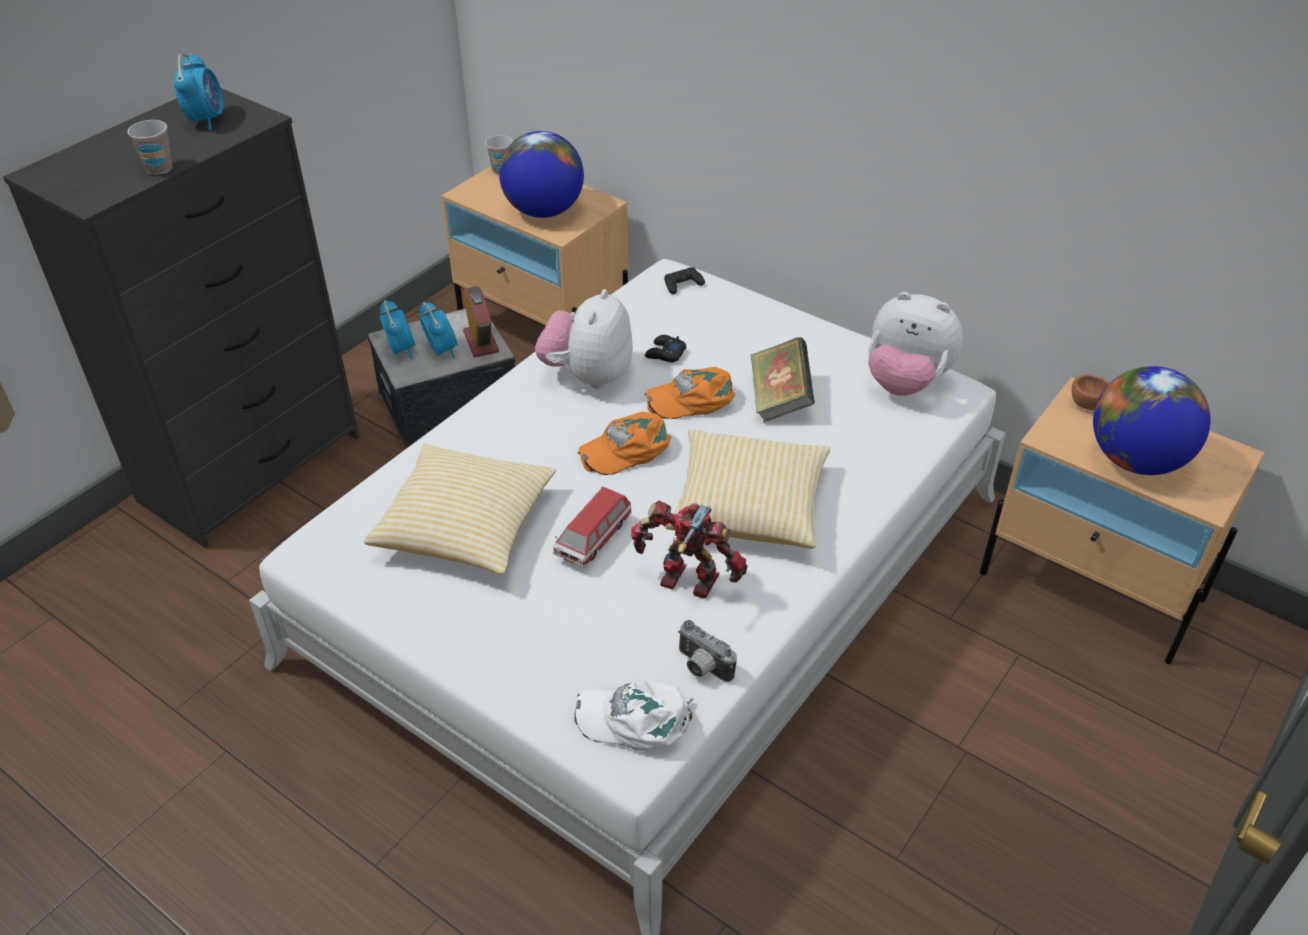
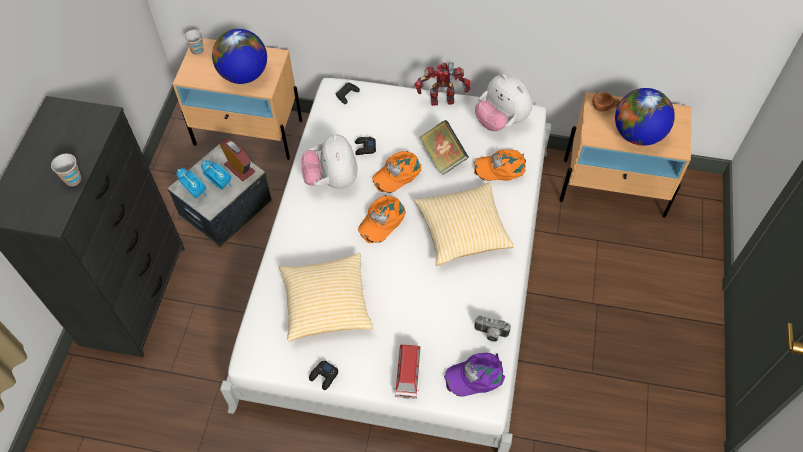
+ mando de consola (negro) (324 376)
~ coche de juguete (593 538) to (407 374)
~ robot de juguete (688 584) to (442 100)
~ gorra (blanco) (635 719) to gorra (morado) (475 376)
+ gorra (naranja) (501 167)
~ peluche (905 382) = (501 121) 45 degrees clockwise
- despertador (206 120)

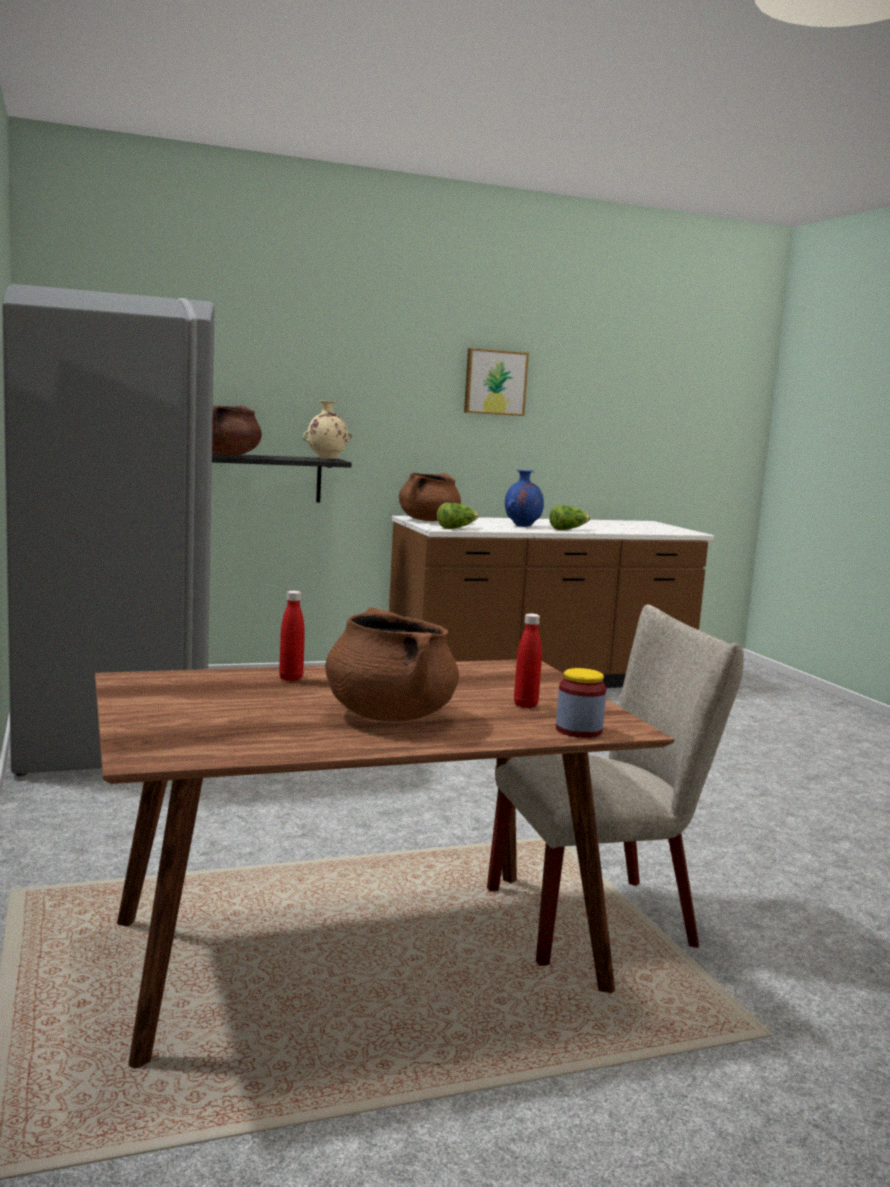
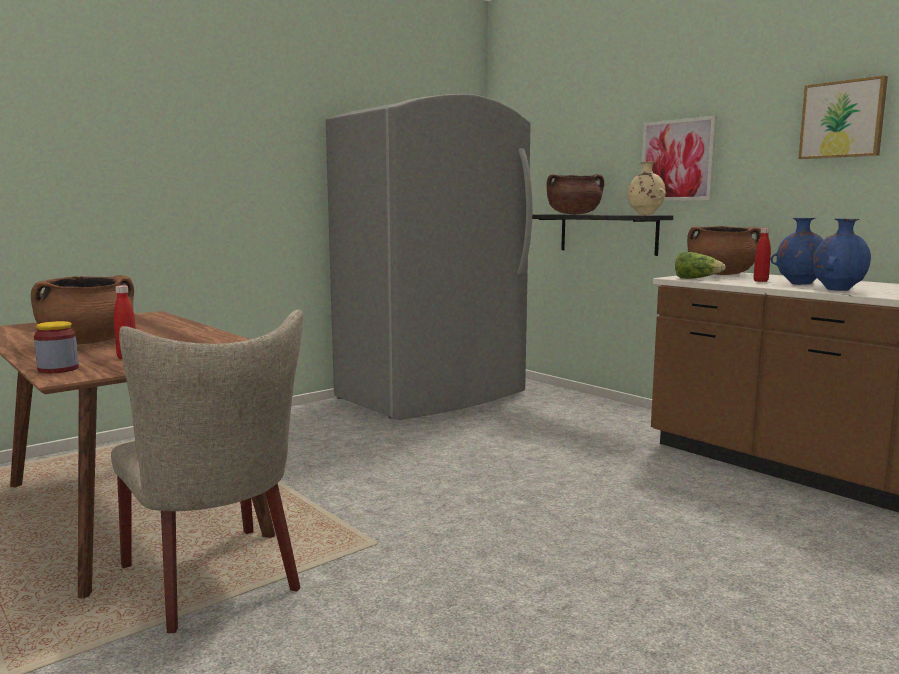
+ cuadro (677 160)
~ botella (rojo) (291 678) to (760 281)
~ lechuga (568 529) to florero (azul) (838 290)

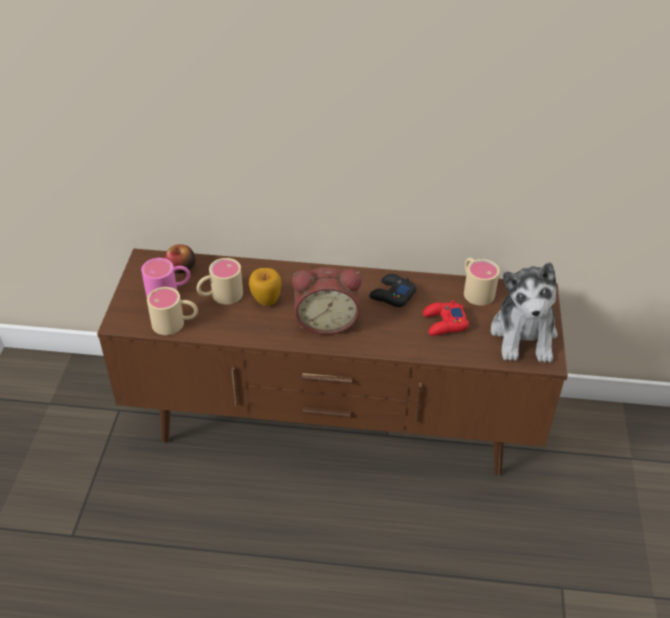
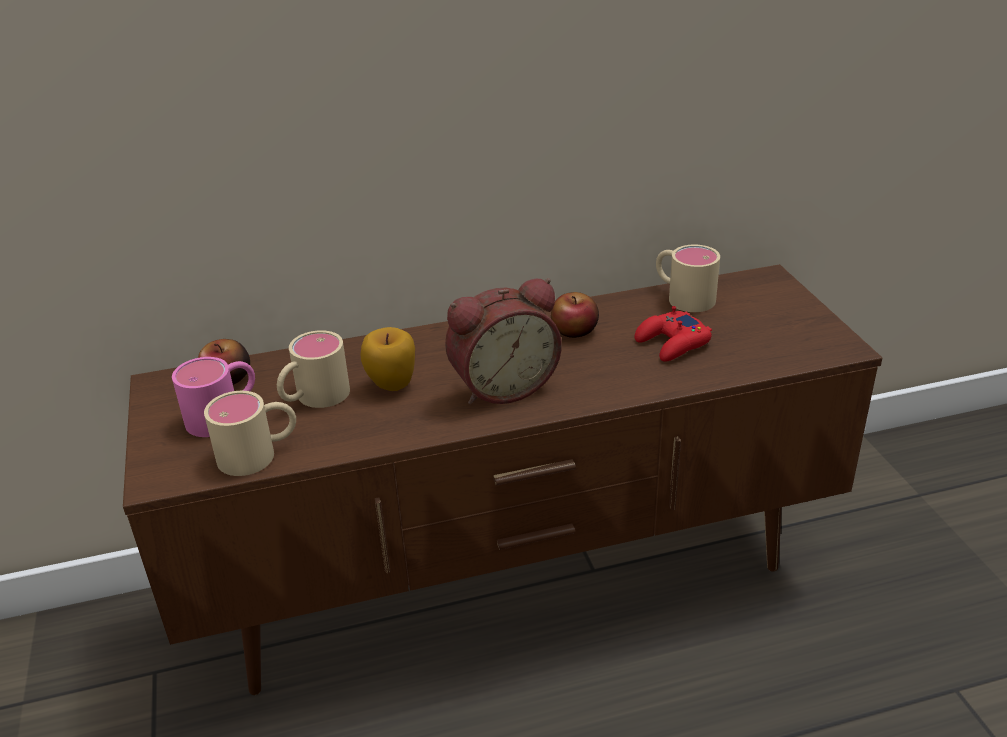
~ mando de consola (negro) (392 295) to manzana (574 331)
- peluche (524 335)

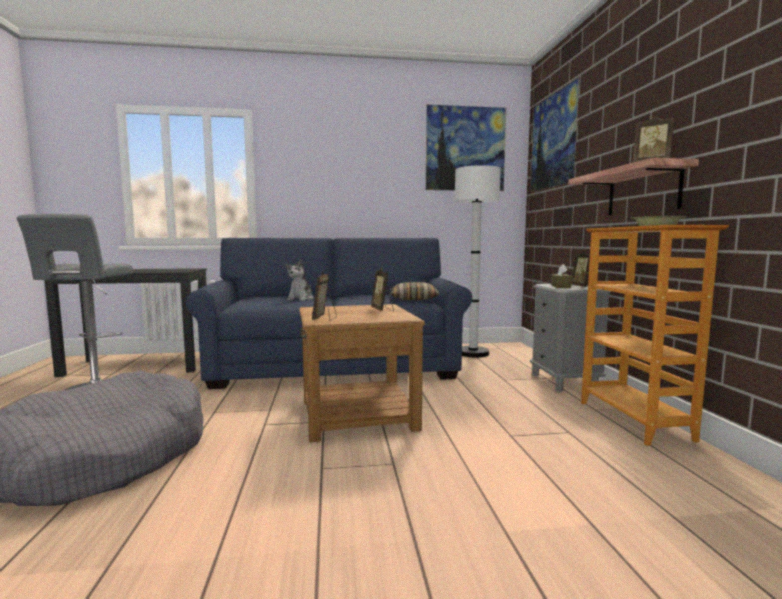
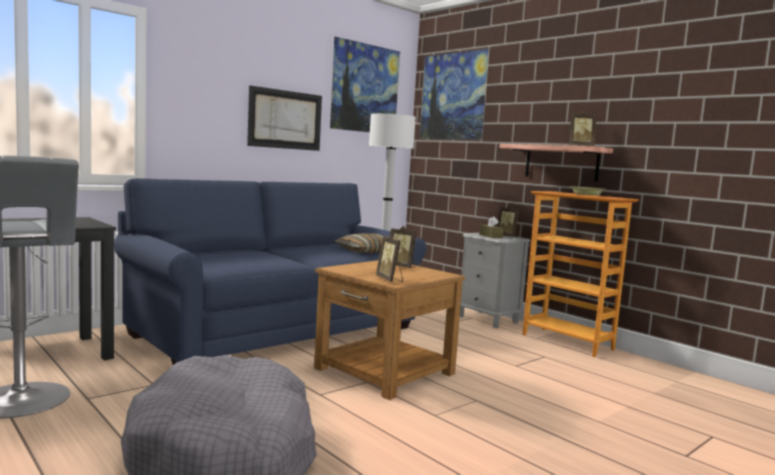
+ cuadro (285 119)
- peluche (300 299)

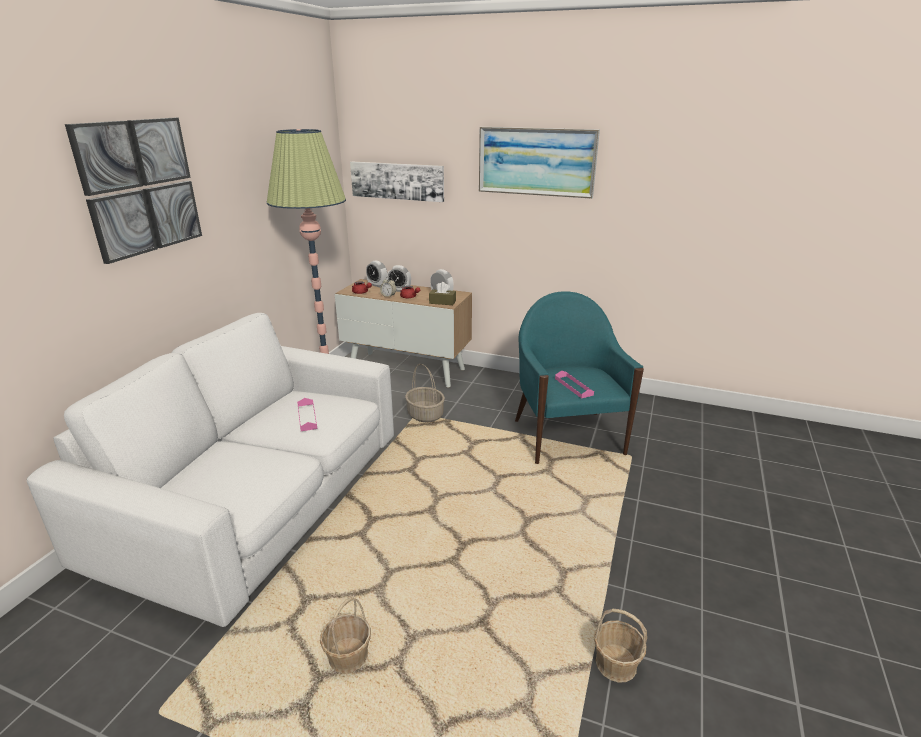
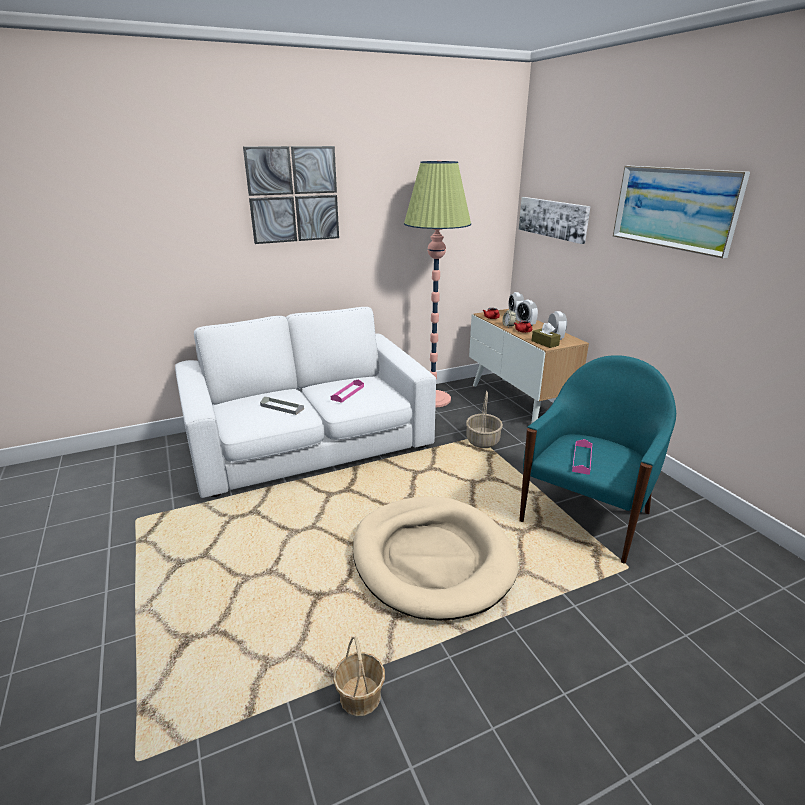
+ bandeja (gris) (282 407)
+ cama para perro (beis) (432 559)
- cesta (347 656)

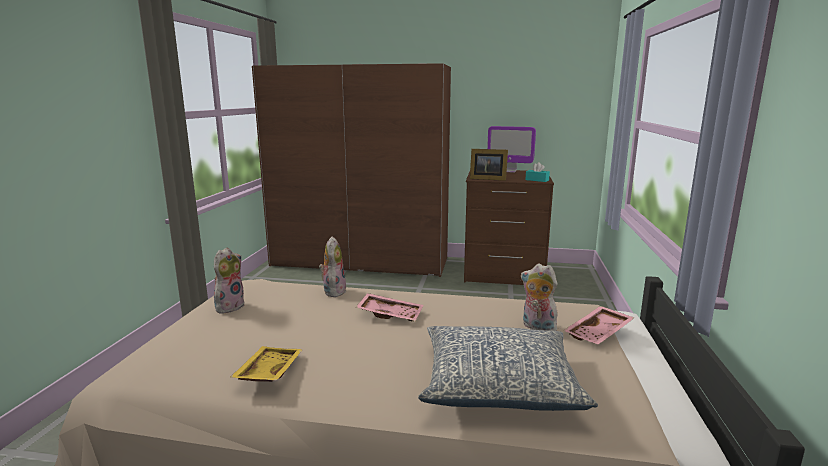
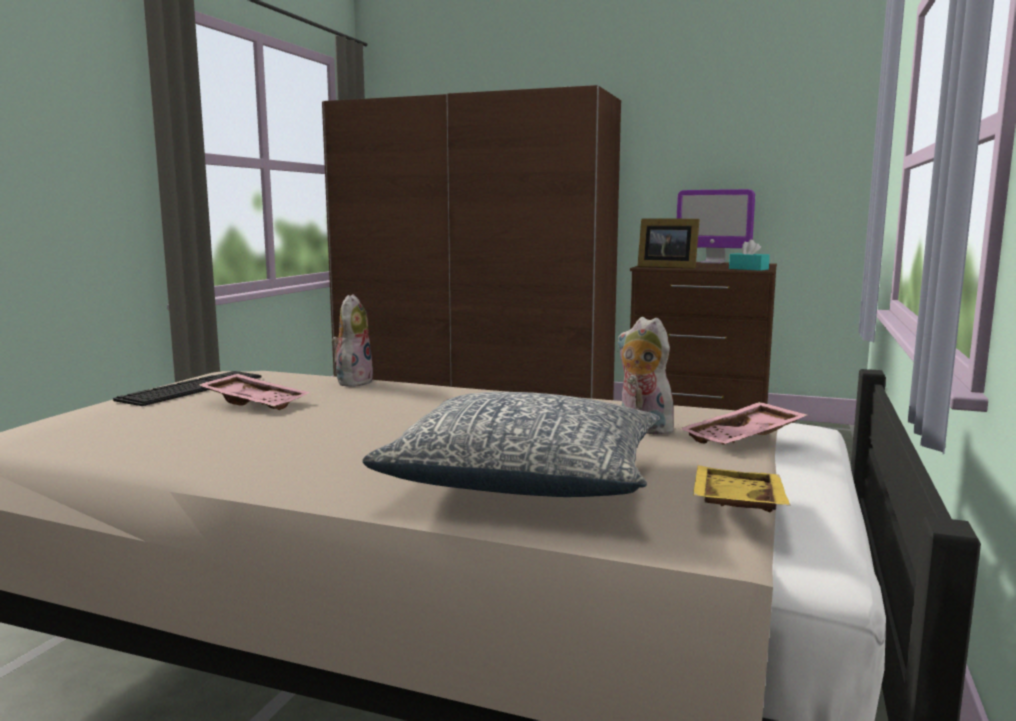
~ peluche (229 306) to teclado (192 388)
~ bandeja (rosa) (390 314) to (256 402)
~ bandeja (amarillo) (268 372) to (734 505)

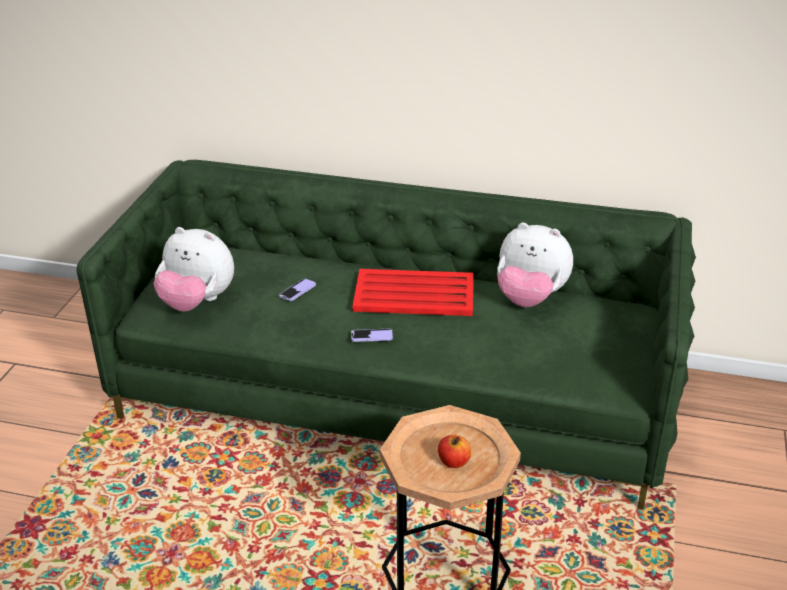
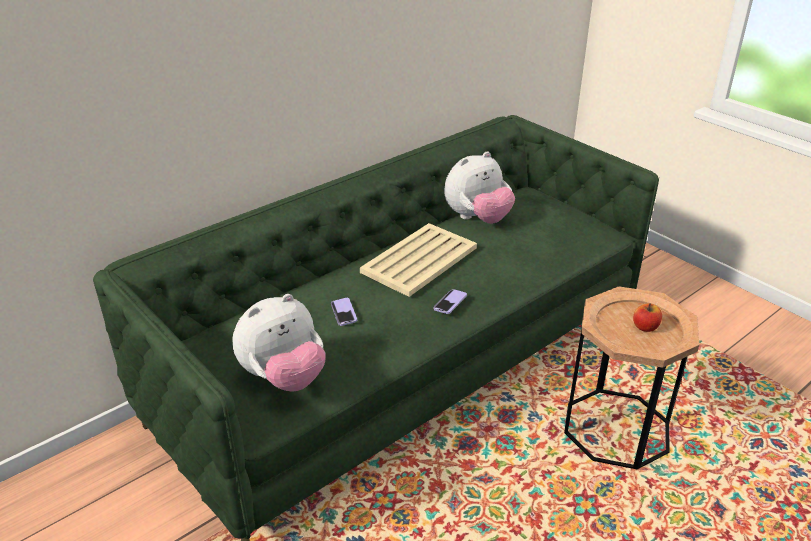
~ bandeja (rojo) (415 294) to bandeja (beis) (420 259)

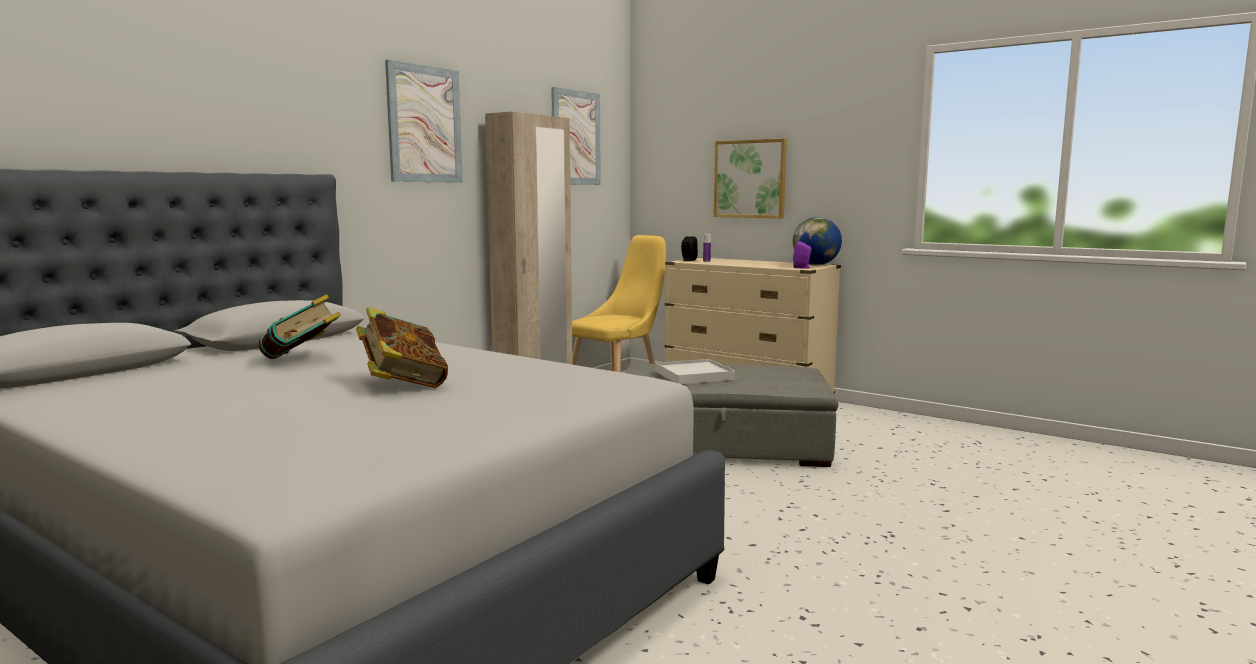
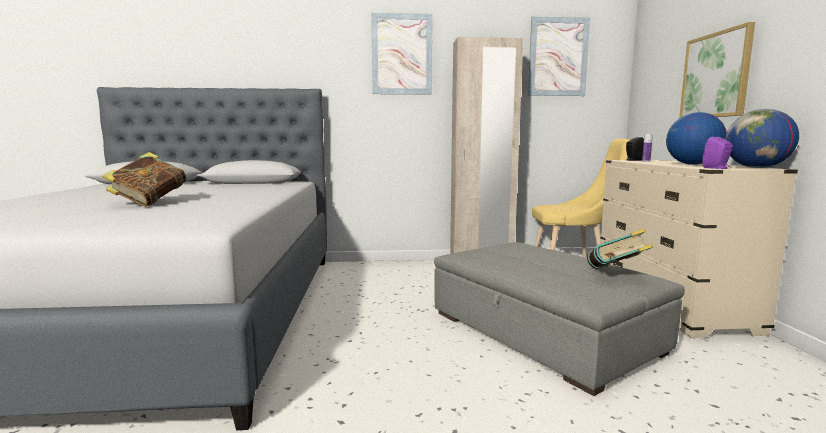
~ libro (301 360) to (616 274)
+ globo terráqueo (692 164)
- bandeja (blanco) (694 375)

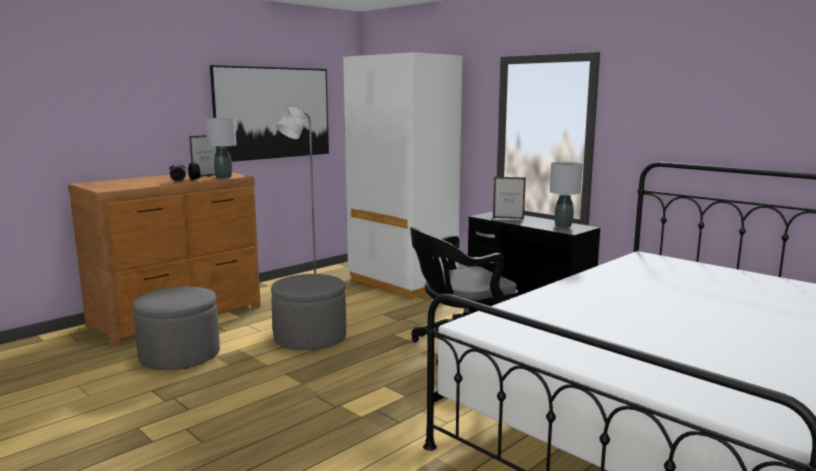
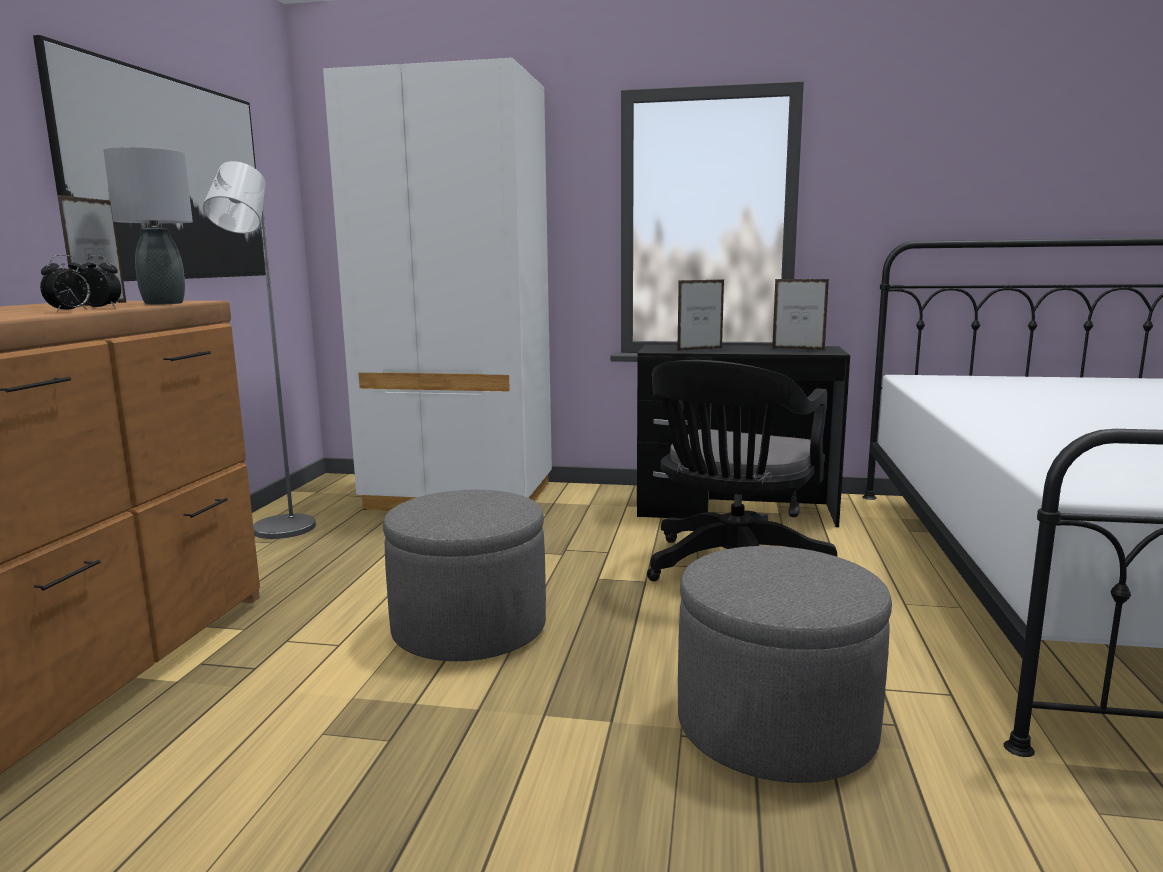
~ puf (gris) (180 356) to (775 726)
~ lámpara de mesa (gris) (563 226) to portarretratos (798 349)

